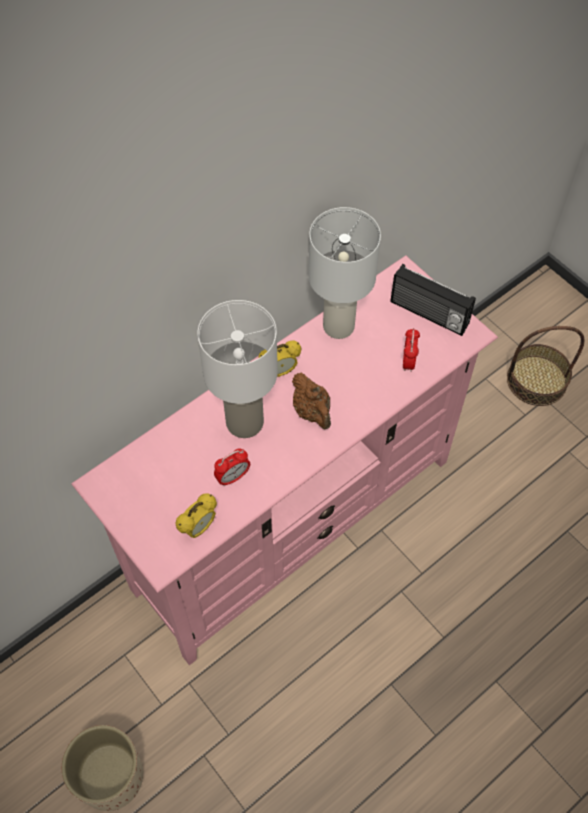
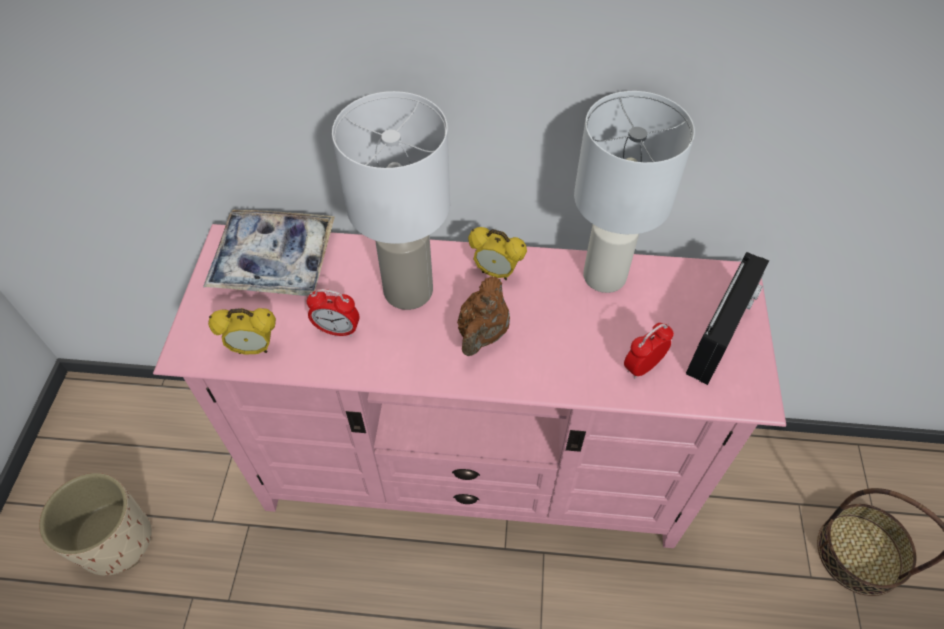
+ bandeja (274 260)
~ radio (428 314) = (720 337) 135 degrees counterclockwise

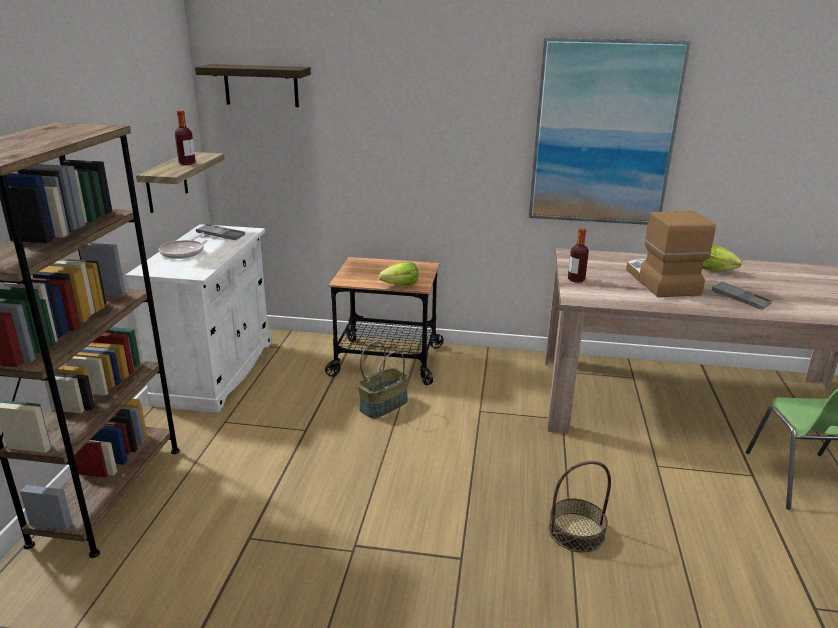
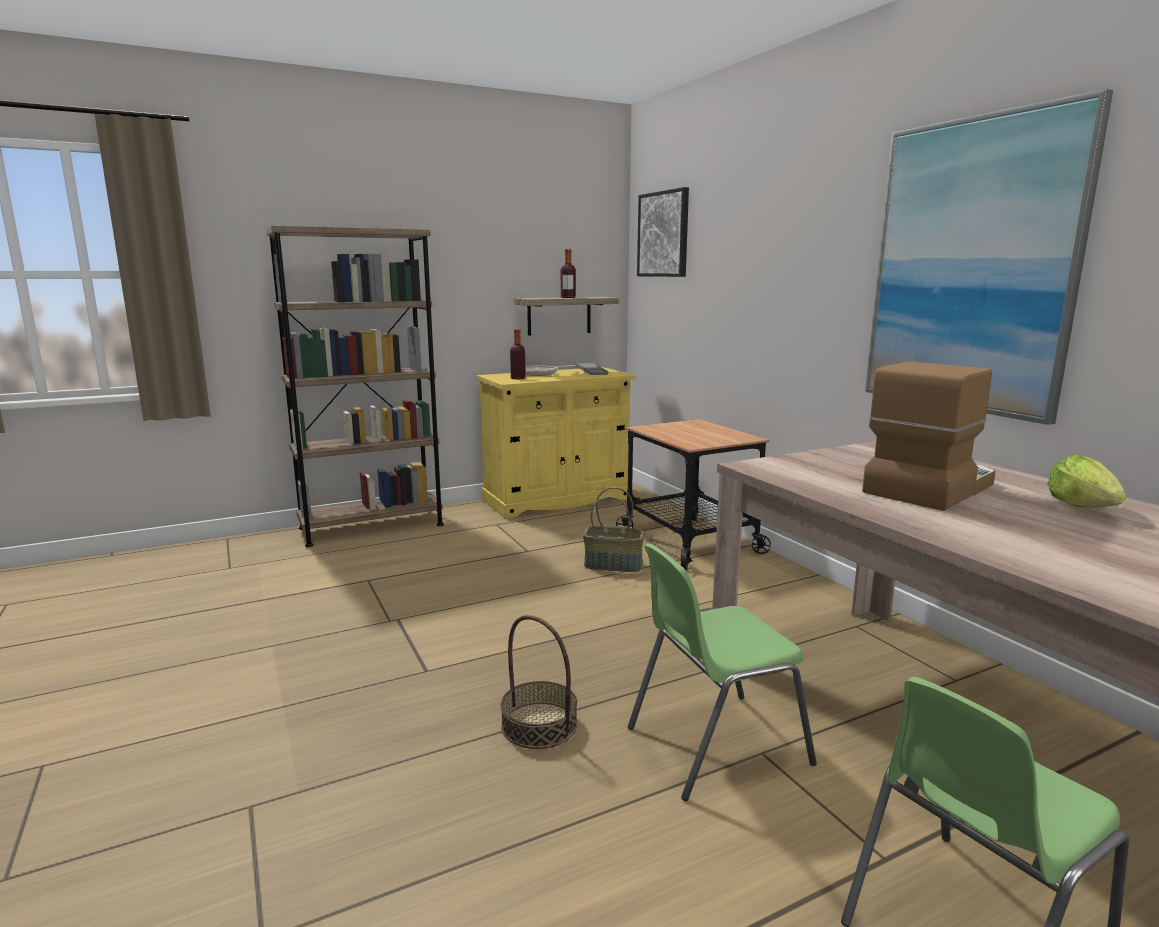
~ armario (blanco) (216 371) to armario (amarillo) (556 499)
~ botella (576 280) to (518 378)
+ silla (verde) (713 745)
~ estante (261 85) to cuadro (663 234)
- lechuga (401 285)
- bandeja (gris) (740 299)

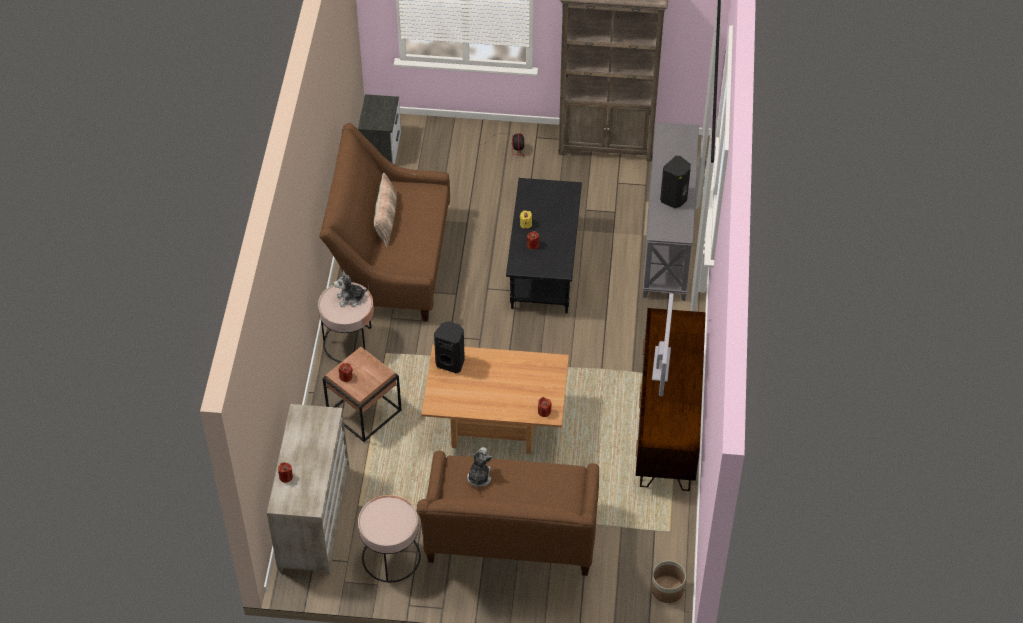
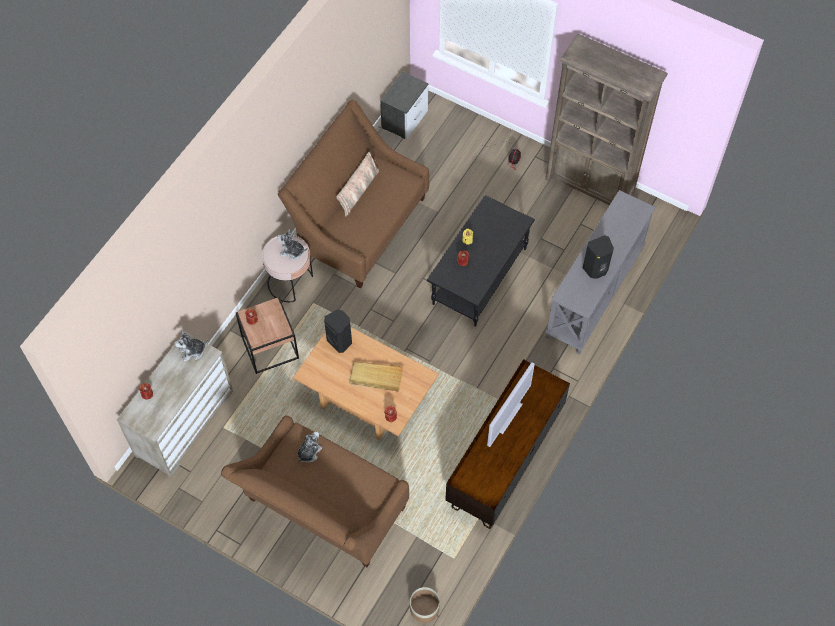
+ peluche (193 351)
+ bandeja (beis) (375 377)
- mesa auxiliar (rosa) (391 557)

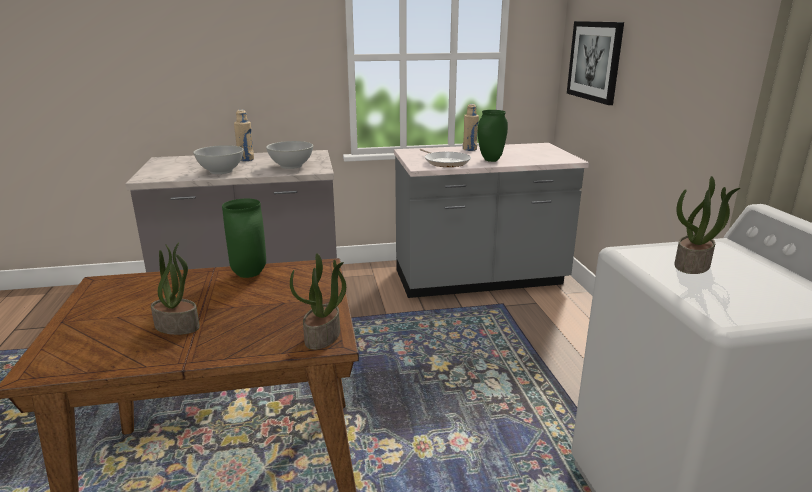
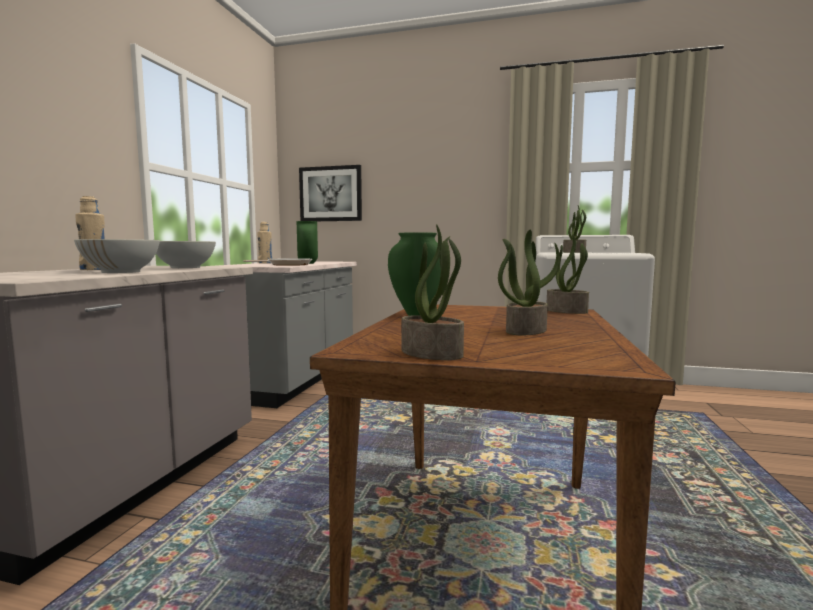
+ planta en maceta (433 353)

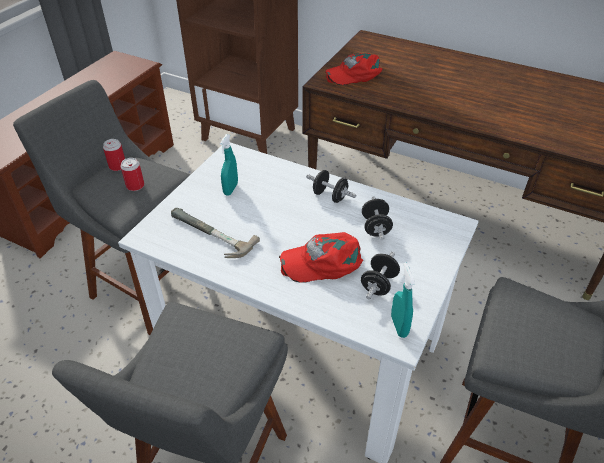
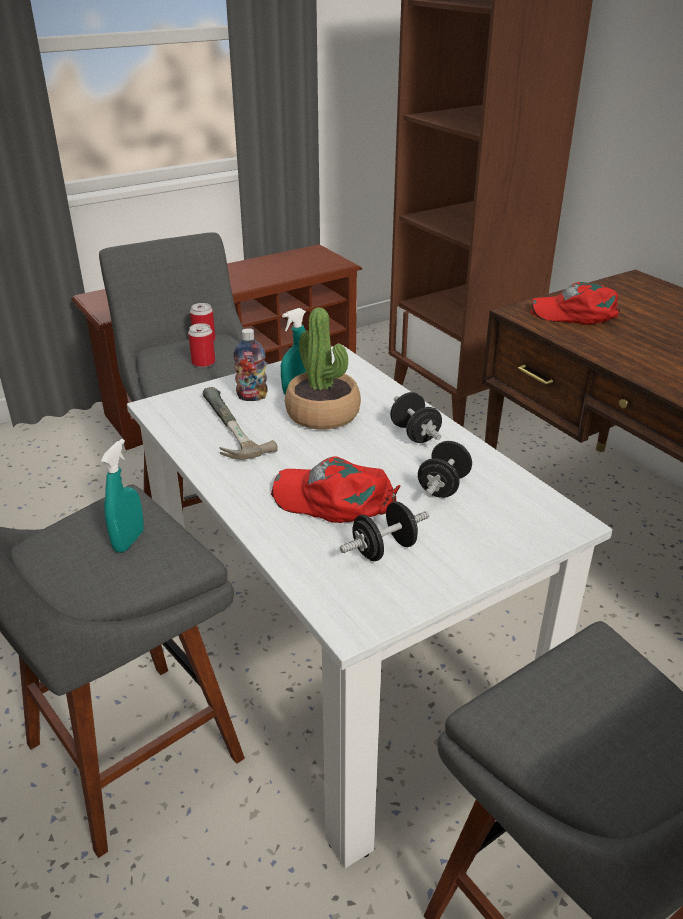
~ pulverizador (turquesa) (399 326) to (129 541)
+ botella (252 397)
+ planta en maceta (323 414)

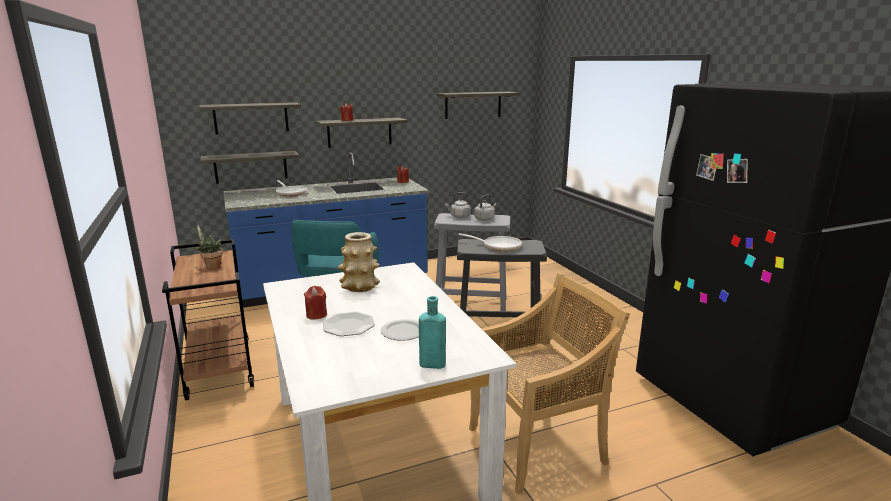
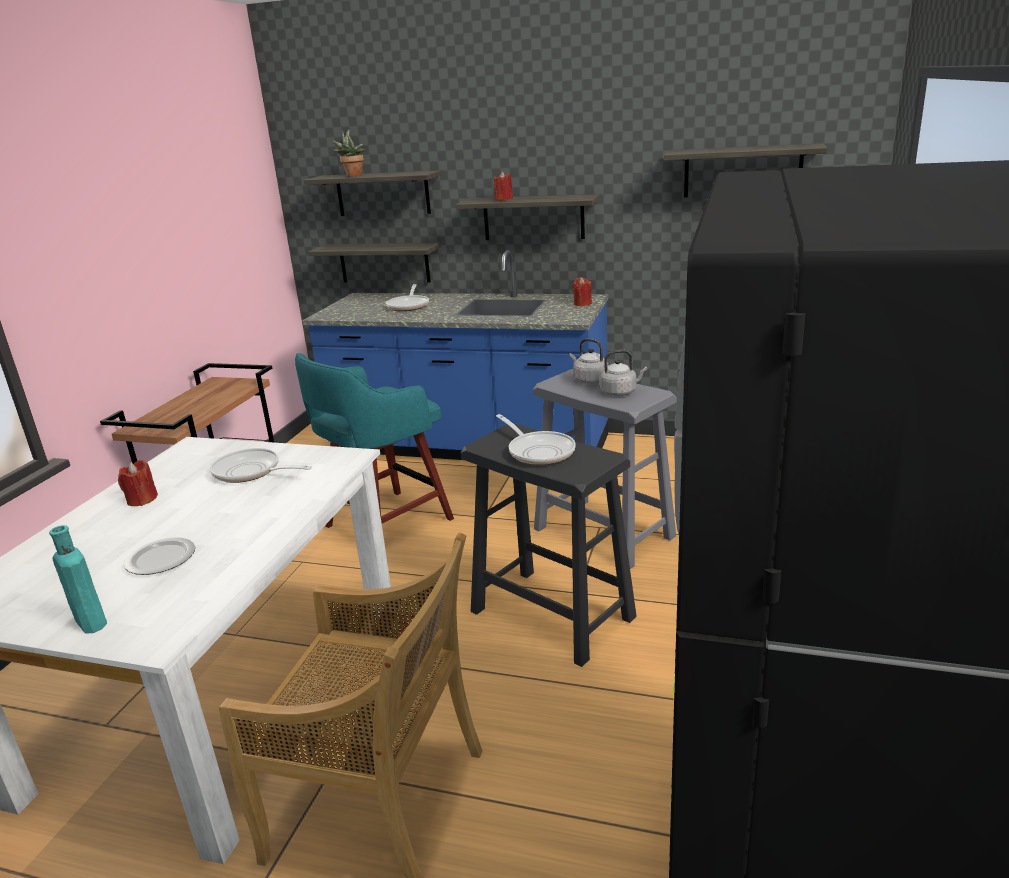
~ florero (360 287) to sartén (251 472)
~ planta en maceta (211 266) to (353 175)
- plato (348 325)

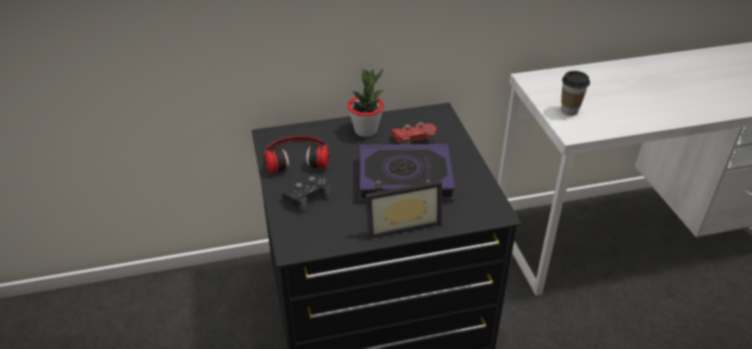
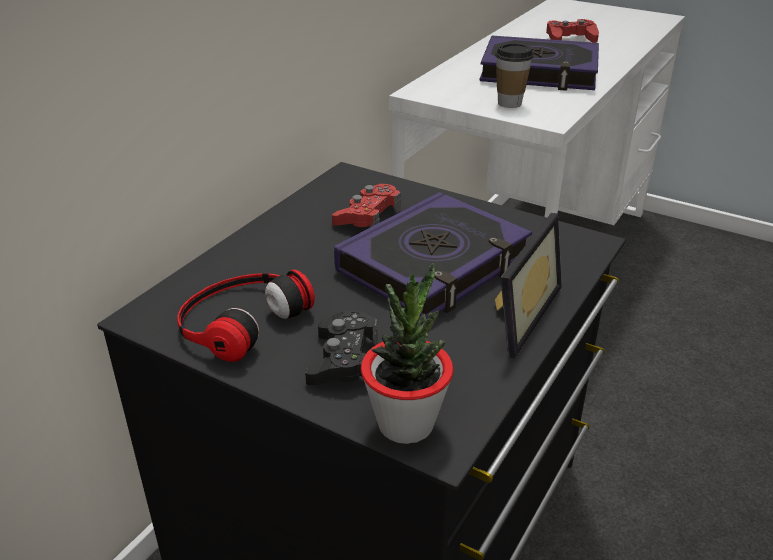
~ planta en maceta (366 130) to (406 424)
+ libro (539 73)
+ mando de consola (rojo) (570 39)

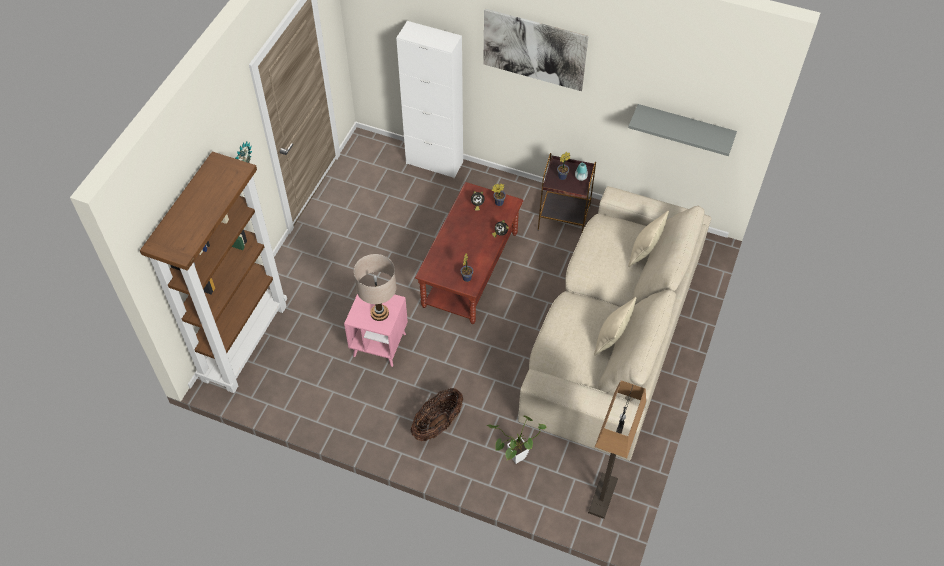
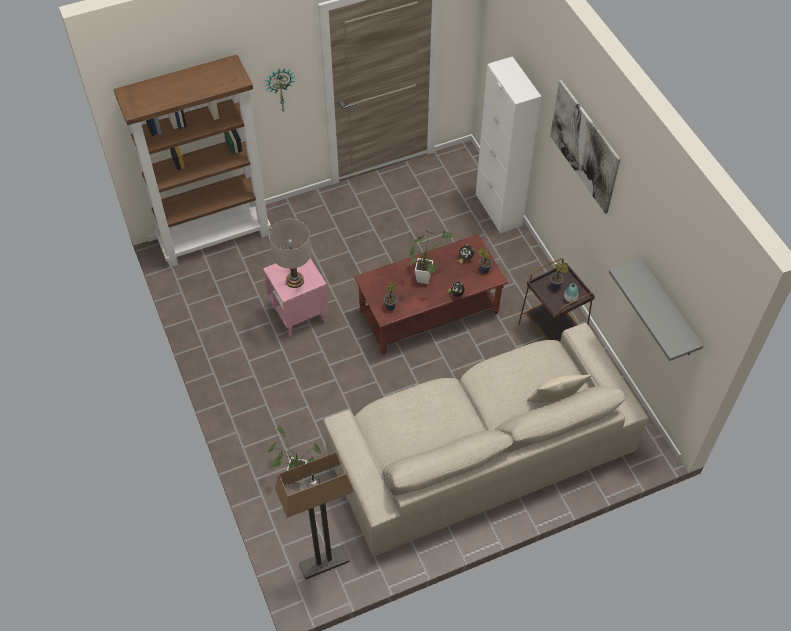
+ planta en maceta (424 276)
- cesta (437 424)
- cojín (beis) (611 339)

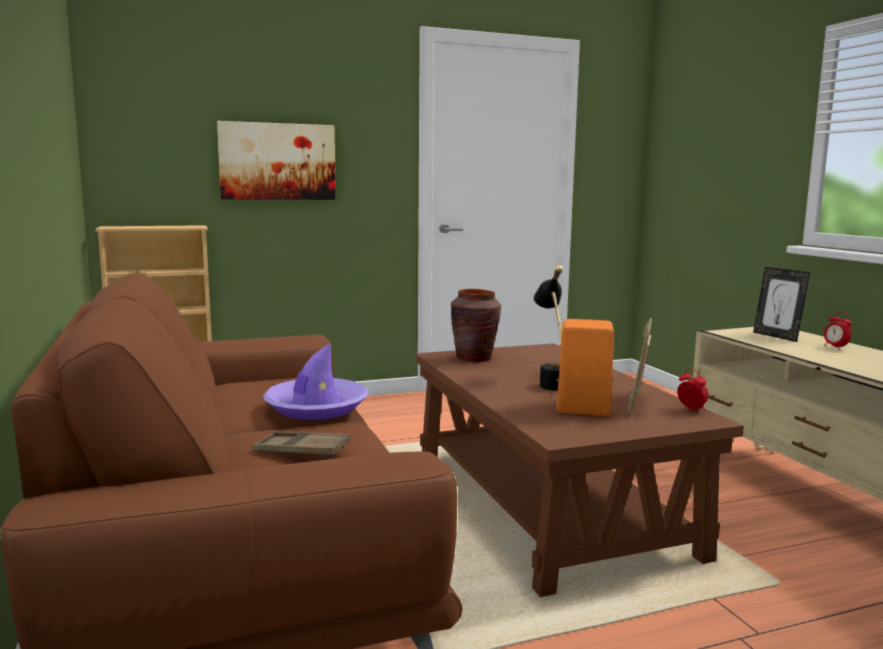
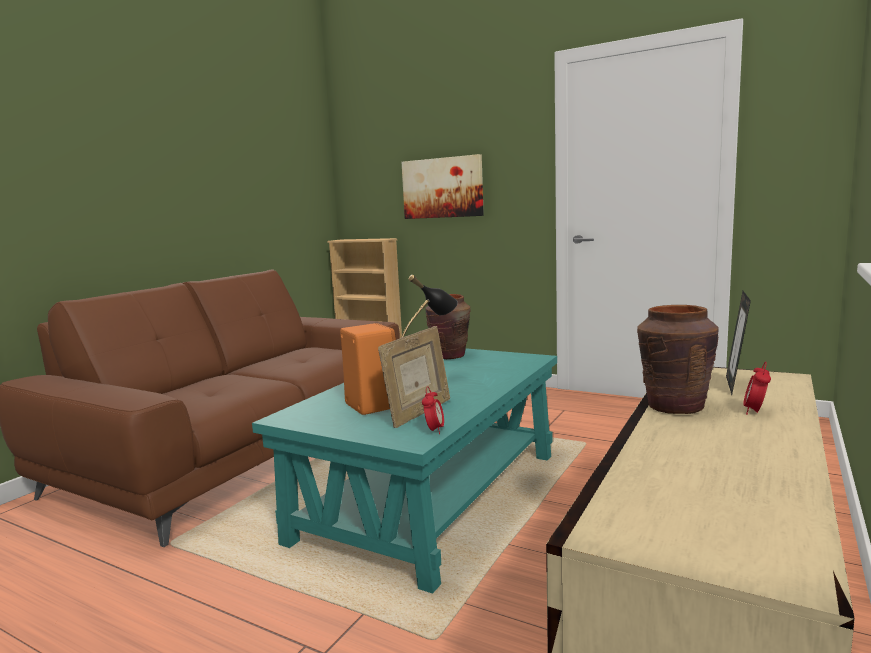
~ mesa de centro (marrón) (545 504) to mesa de centro (turquesa) (432 495)
~ portarretratos (638 403) = (419 414) 150 degrees clockwise
+ florero (marrón) (674 407)
- bandeja (marrón) (301 450)
- sombrero (morado) (316 407)

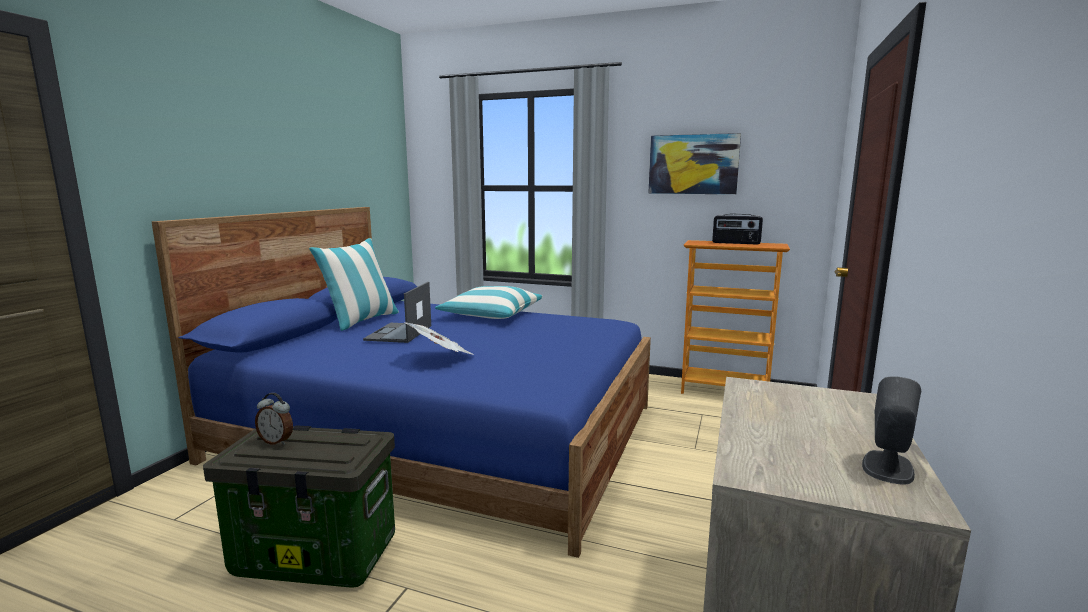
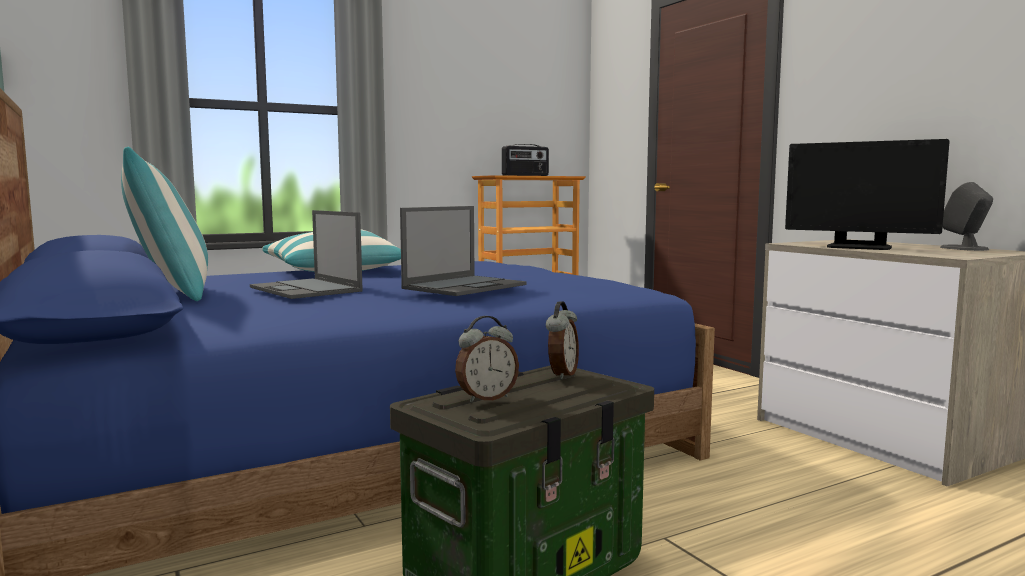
~ periódico (441 355) to portátil (465 286)
+ despertador (561 375)
+ monitor (859 247)
- cuadro (693 164)

